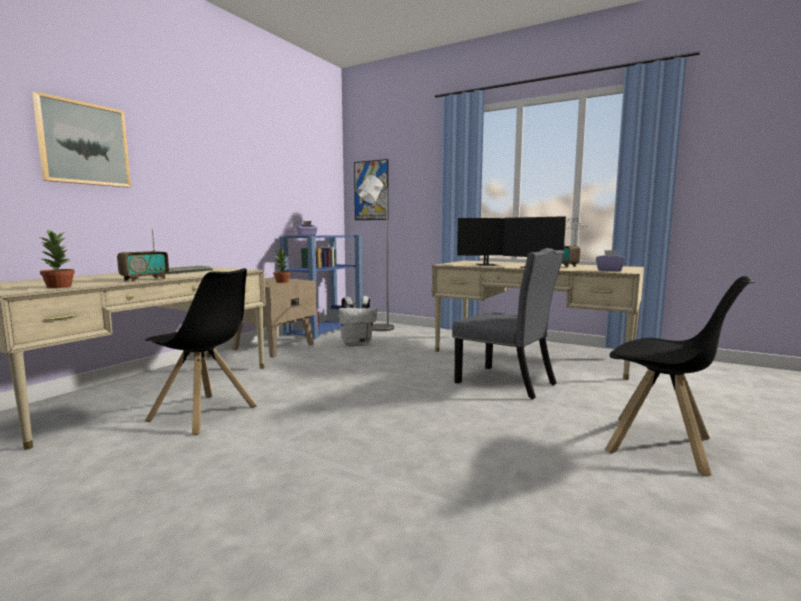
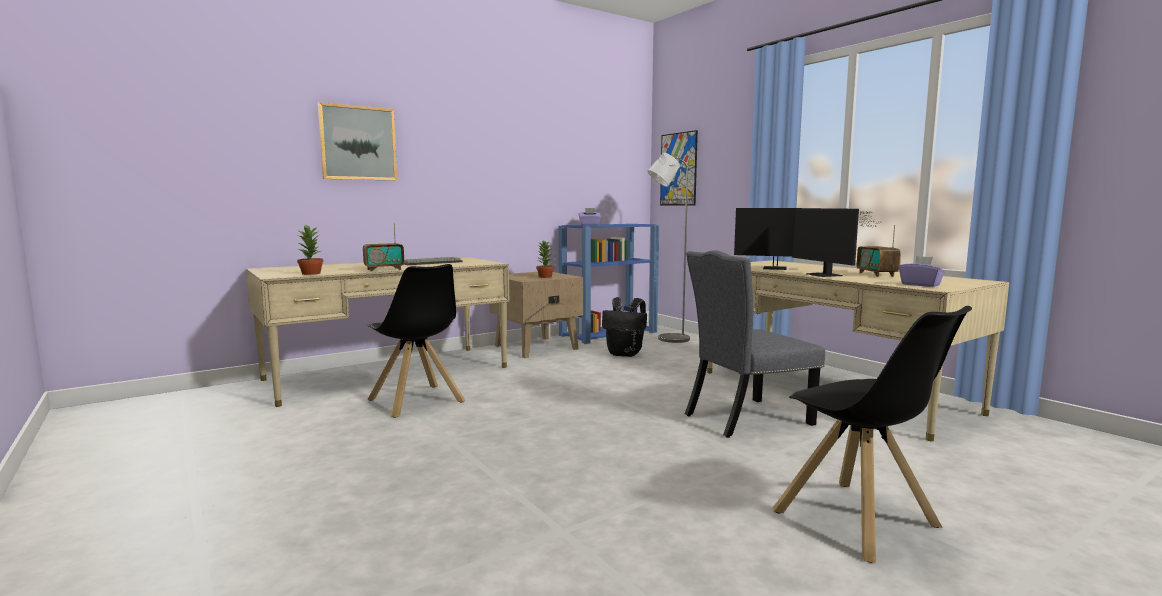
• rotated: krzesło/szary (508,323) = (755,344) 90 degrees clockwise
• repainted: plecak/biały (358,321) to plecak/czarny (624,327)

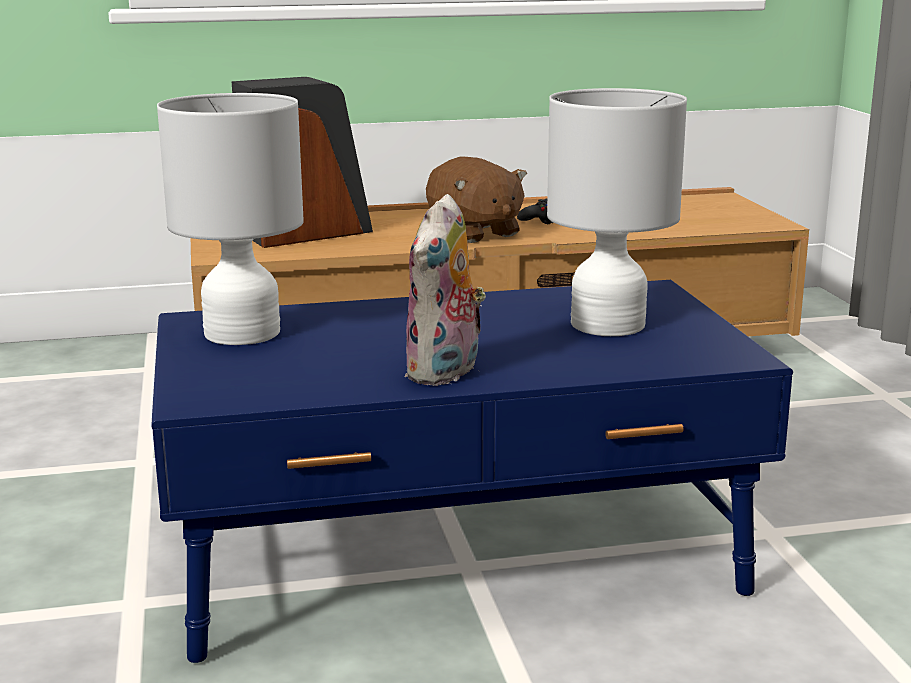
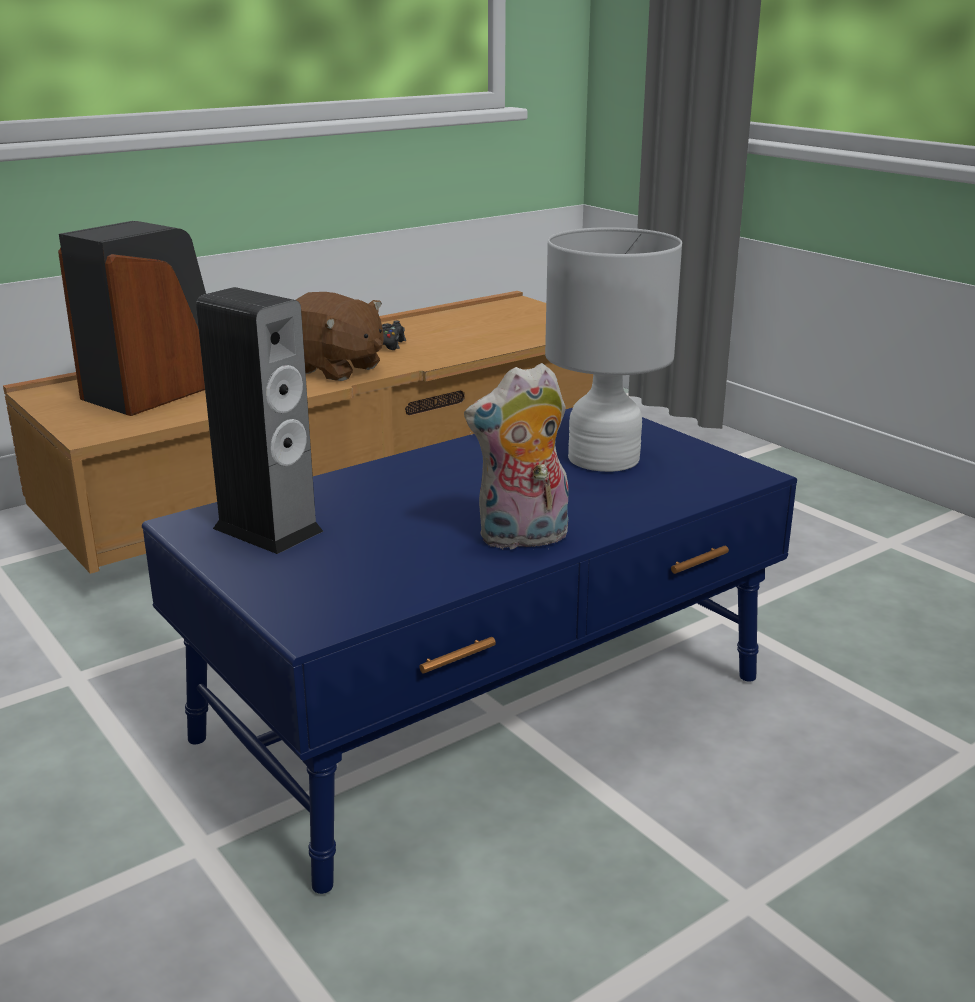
• swapped: lampa stołowa/szary (230,219) to głośnik (259,420)
• rotated: pluszak (445,290) = (516,456) 75 degrees clockwise

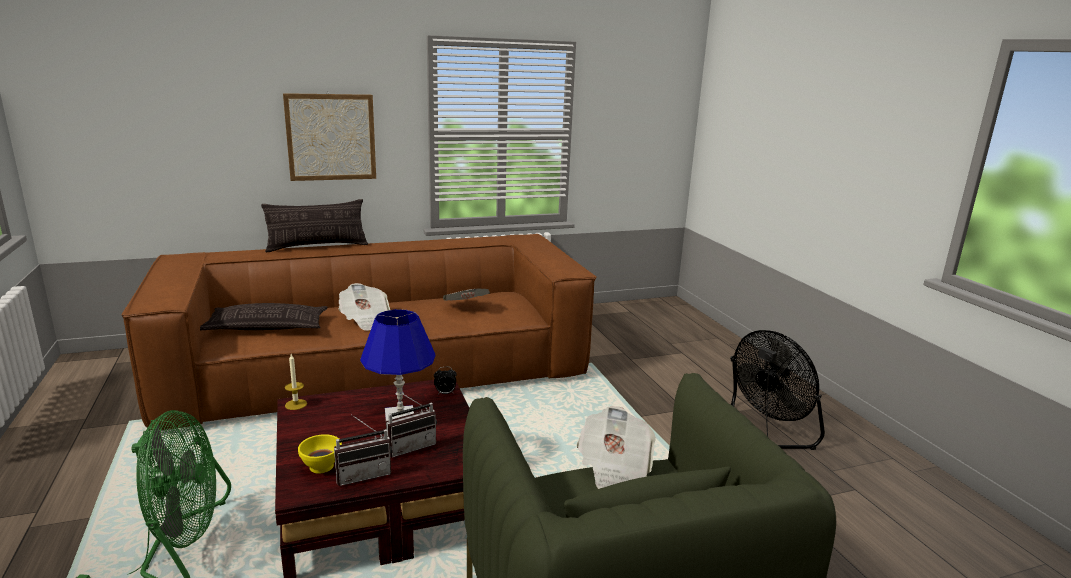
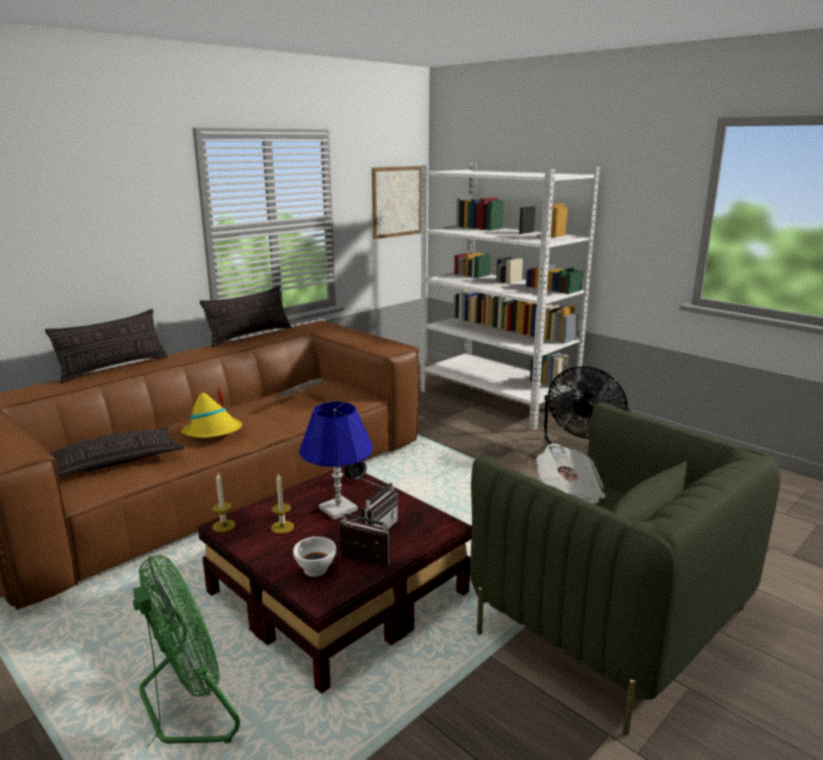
• shifted: obraz (329,136) to (397,202)
• swapped: gazeta (364,307) to kapelusz/żółty (212,412)
• rotated: radio (363,450) = (365,540) 105 degrees counterclockwise
• repainted: miska/żółty (320,453) to miska/biały (314,557)
• new: regał/biały (510,296)
• new: poduszka (246,316)
• new: świeca (282,503)

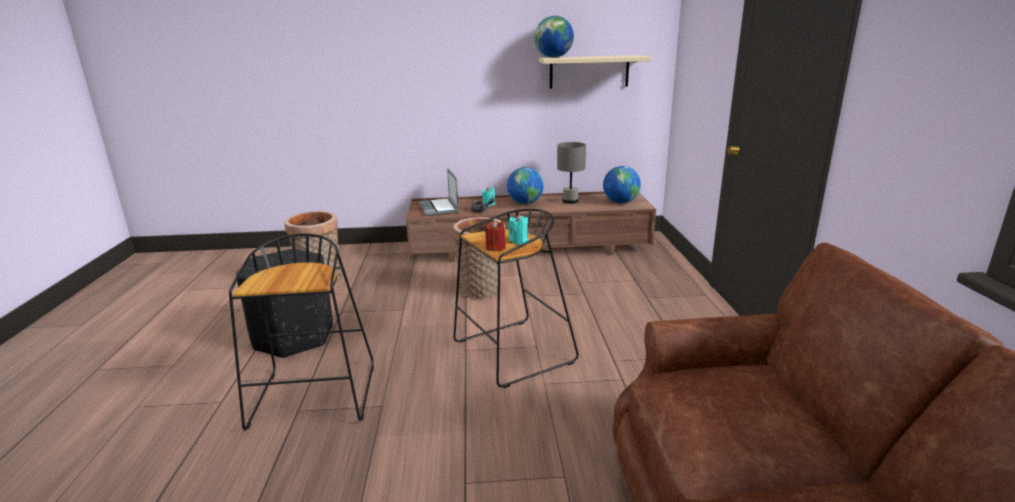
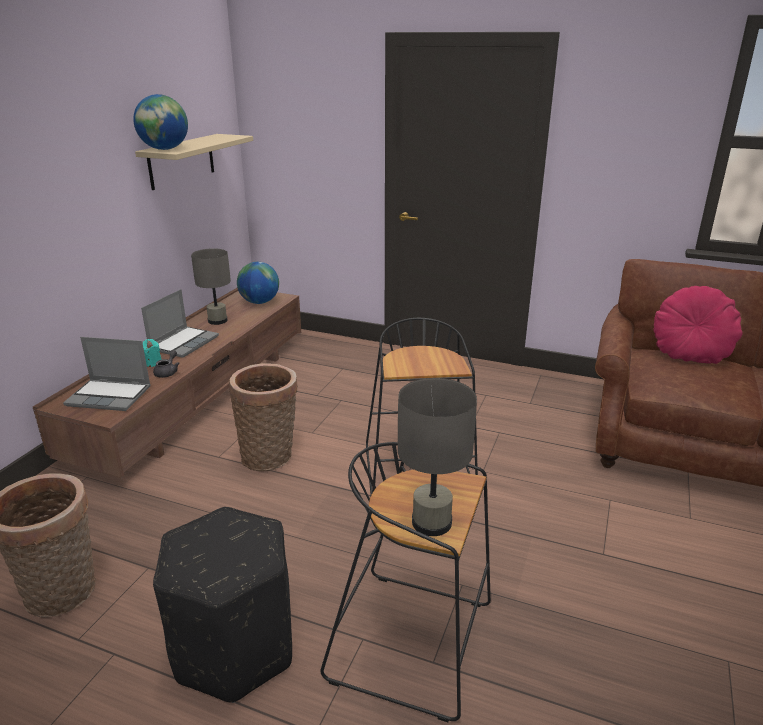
• swapped: globus (525,185) to laptop (180,323)
• gone: świeca/turkusowy (518,229)
• gone: świeca/czerwony (495,235)
• new: poduszka/różowy (698,325)
• new: lampa stołowa/szary (437,457)

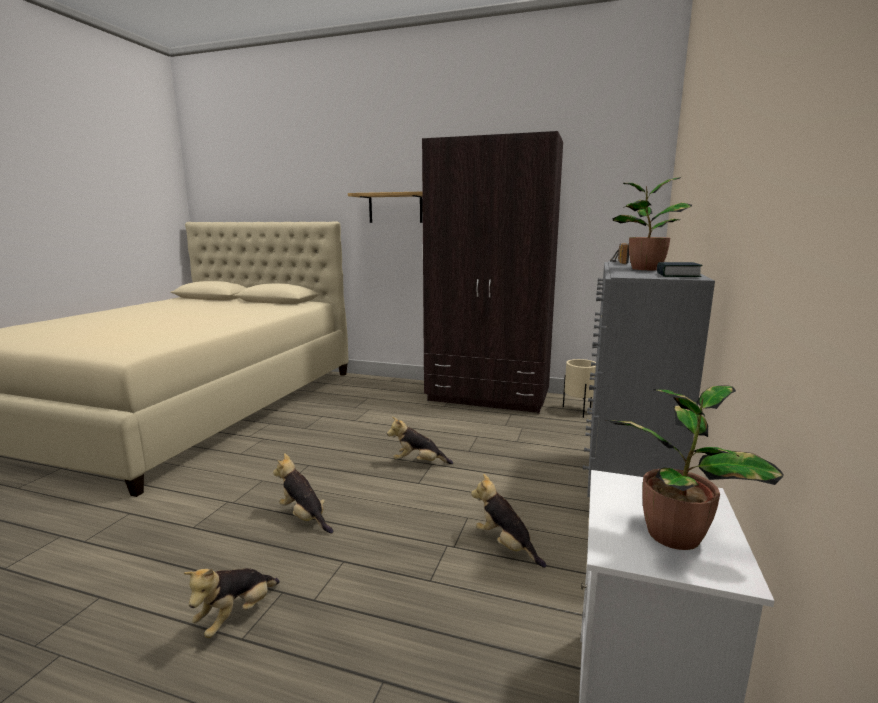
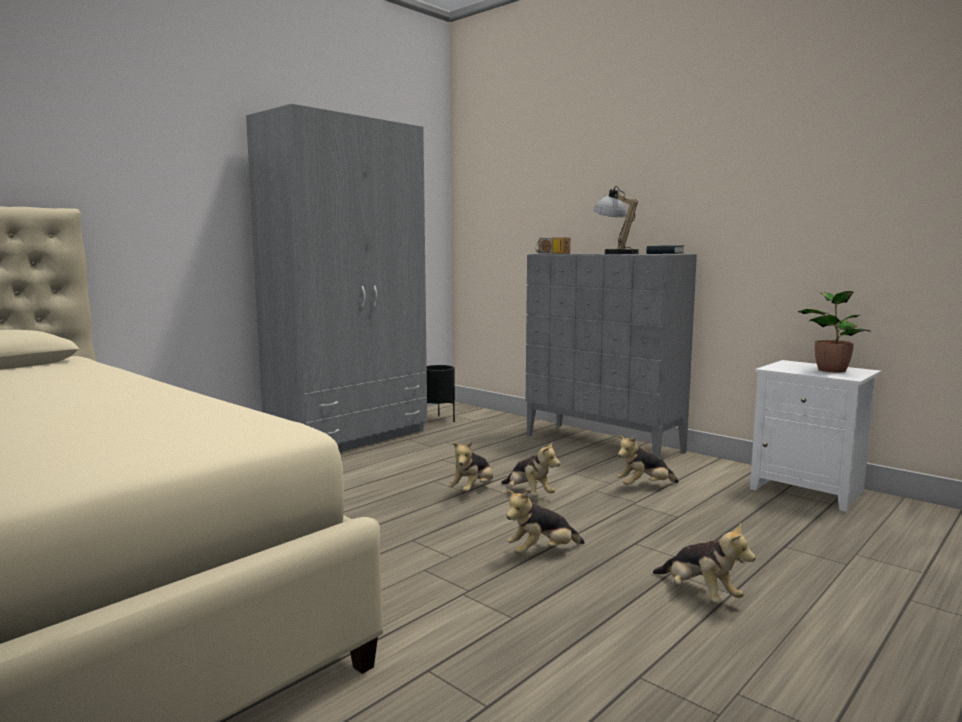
• repainted: szafa/brązowy (492,272) to szafa/szary (336,278)
• swapped: roślina doniczkowa (652,223) to lampa stołowa (616,220)
• gone: półka (385,207)
• repainted: donica/beżowy (579,388) to donica/czarny (441,393)
• new: pluszak (530,469)

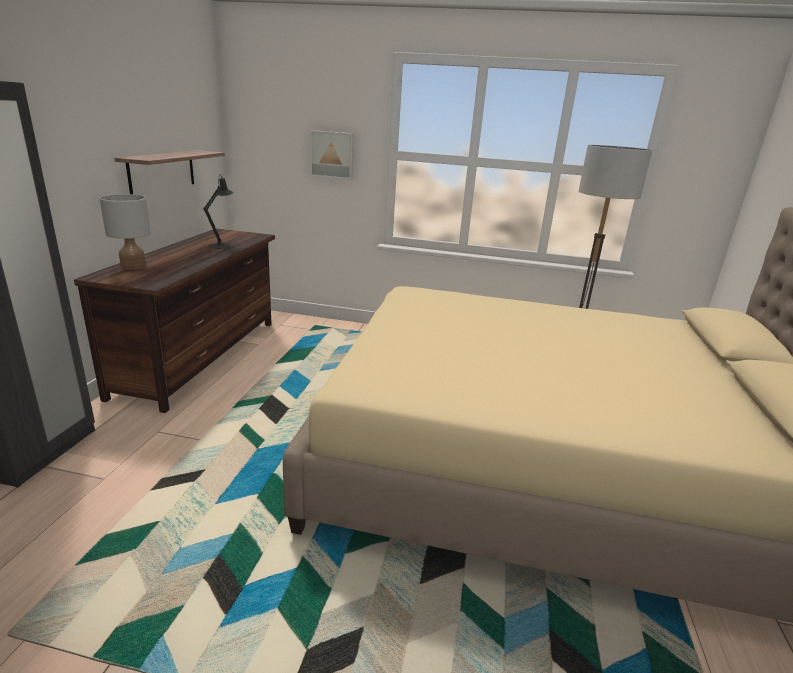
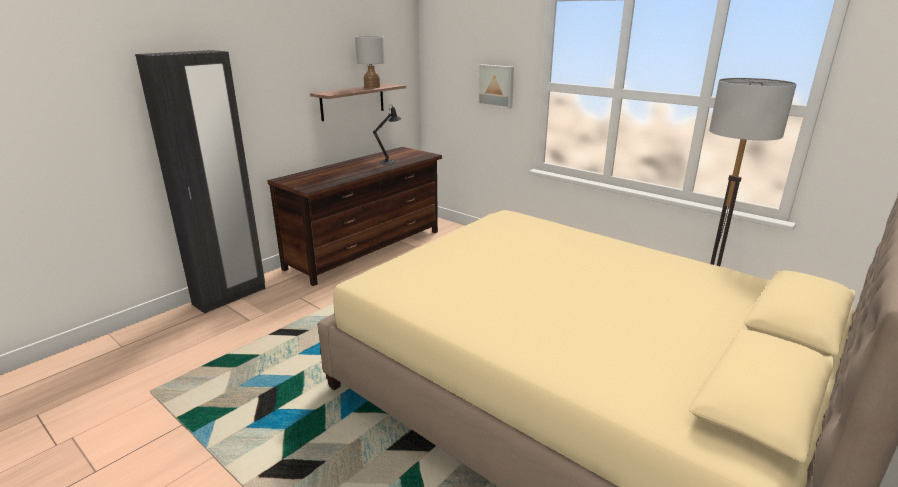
• shifted: lampa stołowa/szary (125,232) to (370,62)

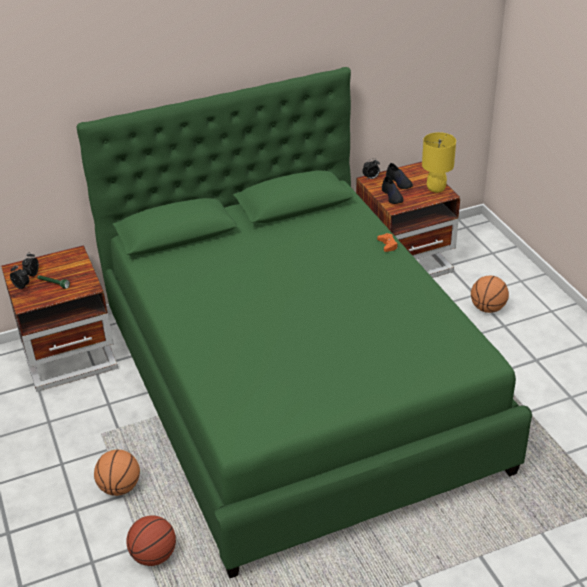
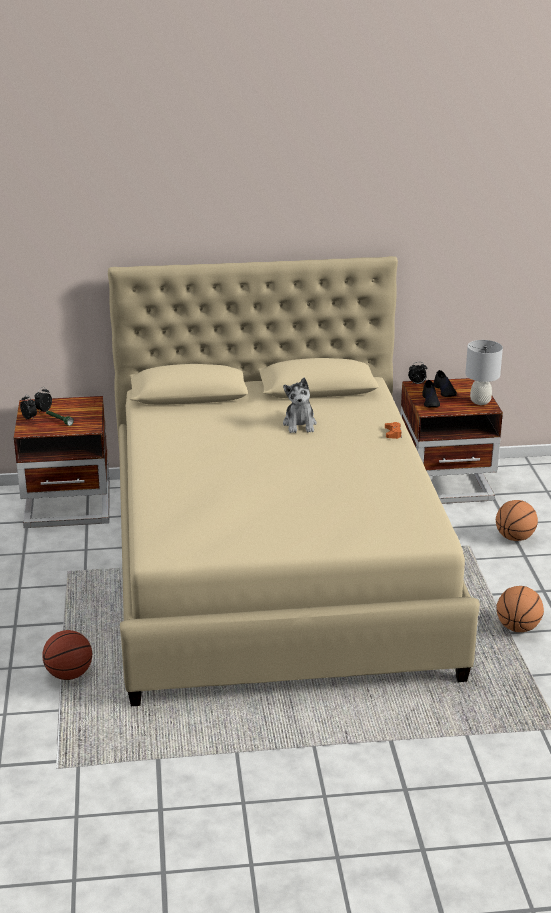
• repainted: łóżko/zielony (304,322) to łóżko/beżowy (294,481)
• repainted: lampa stołowa/żółty (439,162) to lampa stołowa/szary (484,372)
• shifted: piłka do koszykówki (117,472) to (520,609)
• new: pluszak (300,405)

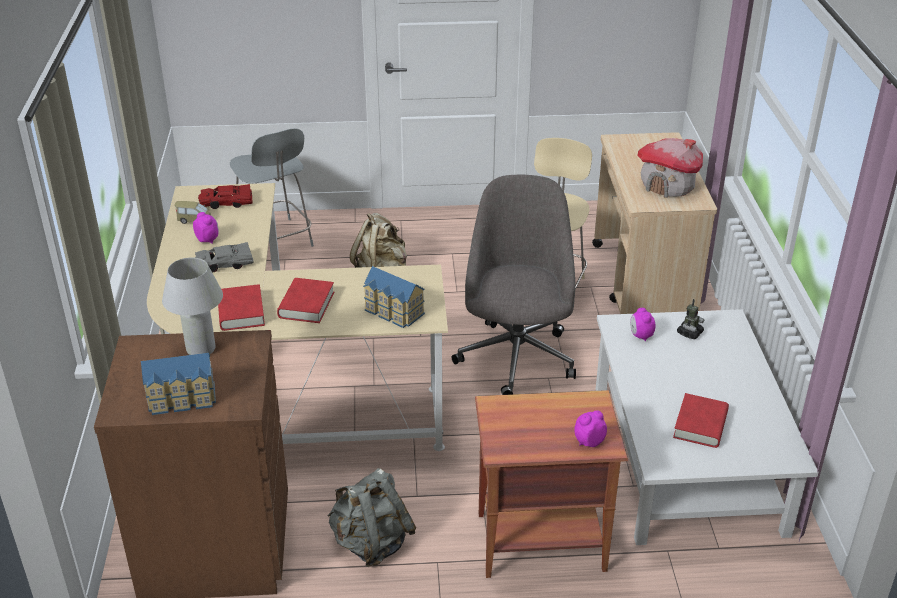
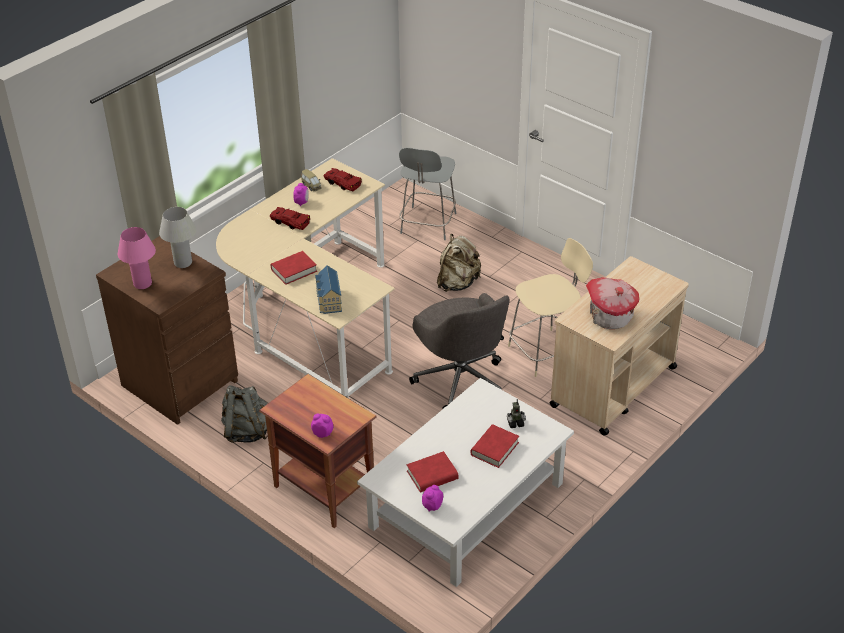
• rotated: krzesło biurowe/szary (513,285) = (459,351) 105 degrees clockwise
• repainted: samochodzik/szary (224,257) to samochodzik/czerwony (290,218)
• shifted: książka/czerwony (241,307) to (495,446)
• shifted: budzik (642,324) to (432,498)
• swapped: domek (178,384) to lampa stołowa/różowy (137,258)

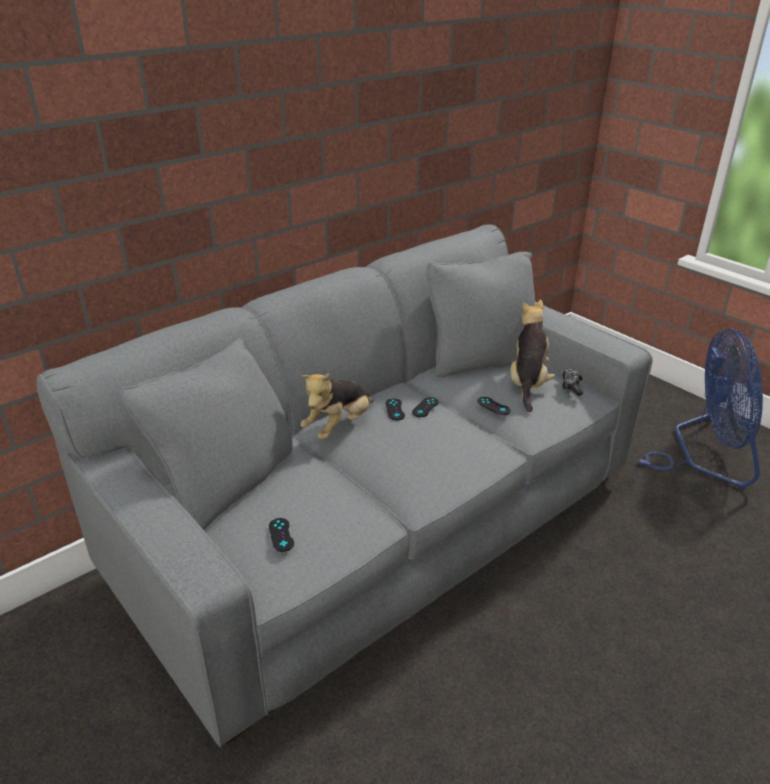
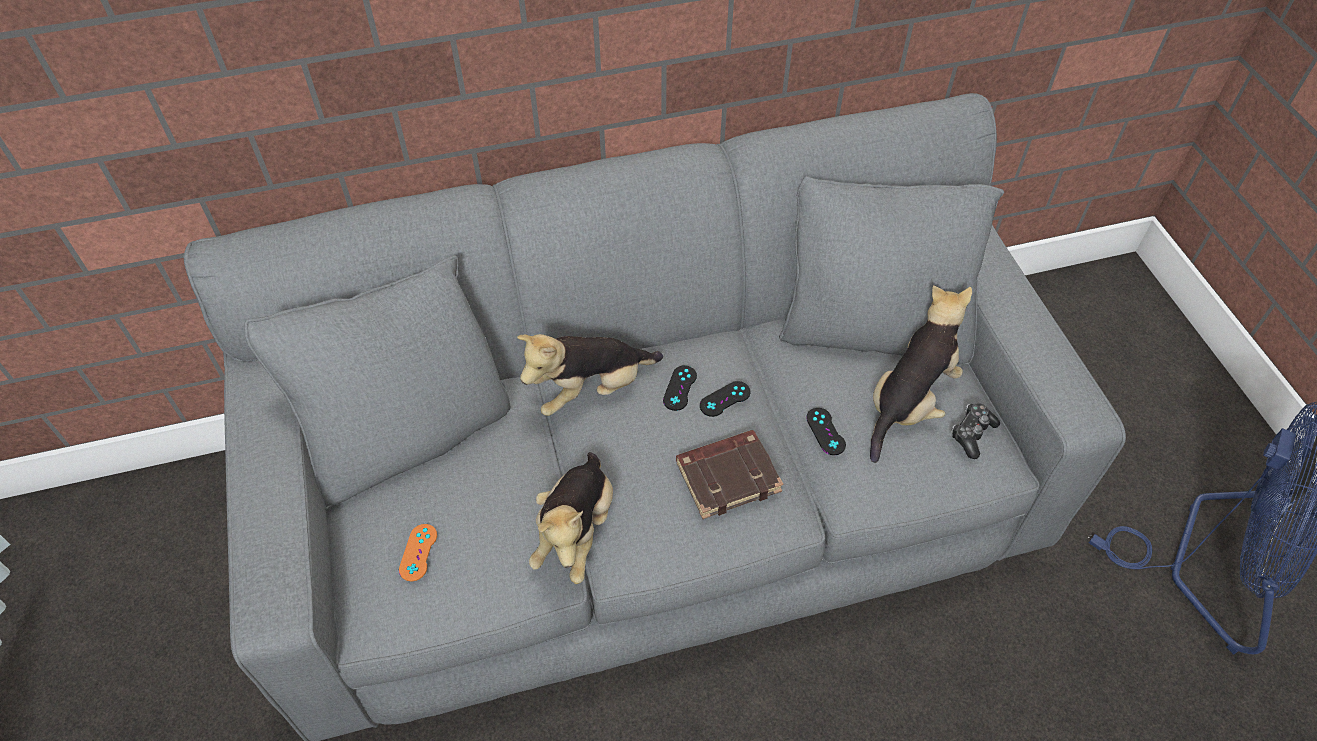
• repainted: pad do gier/czarny (281,535) to pad do gier/pomarańczowy (418,552)
• new: książka/brązowy (730,474)
• new: pluszak (571,518)

